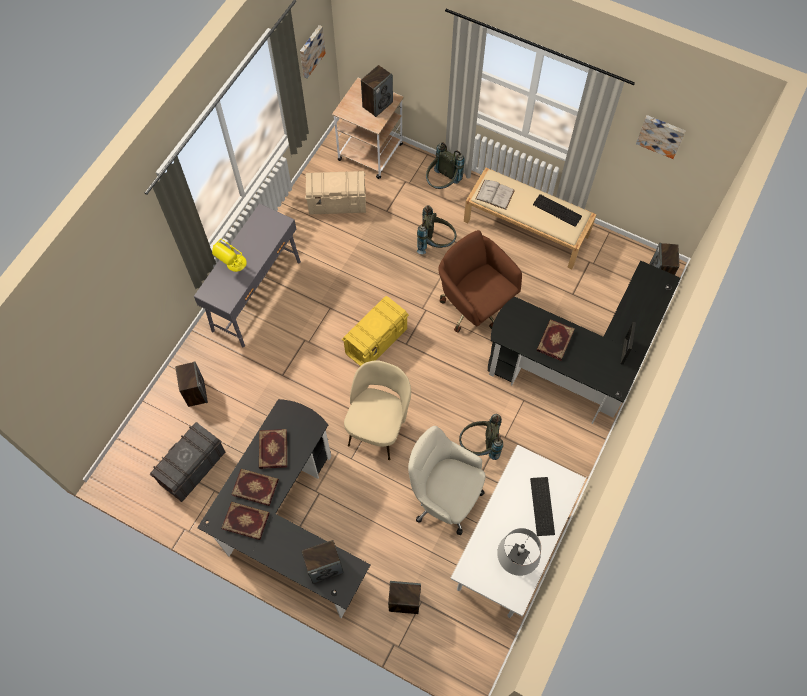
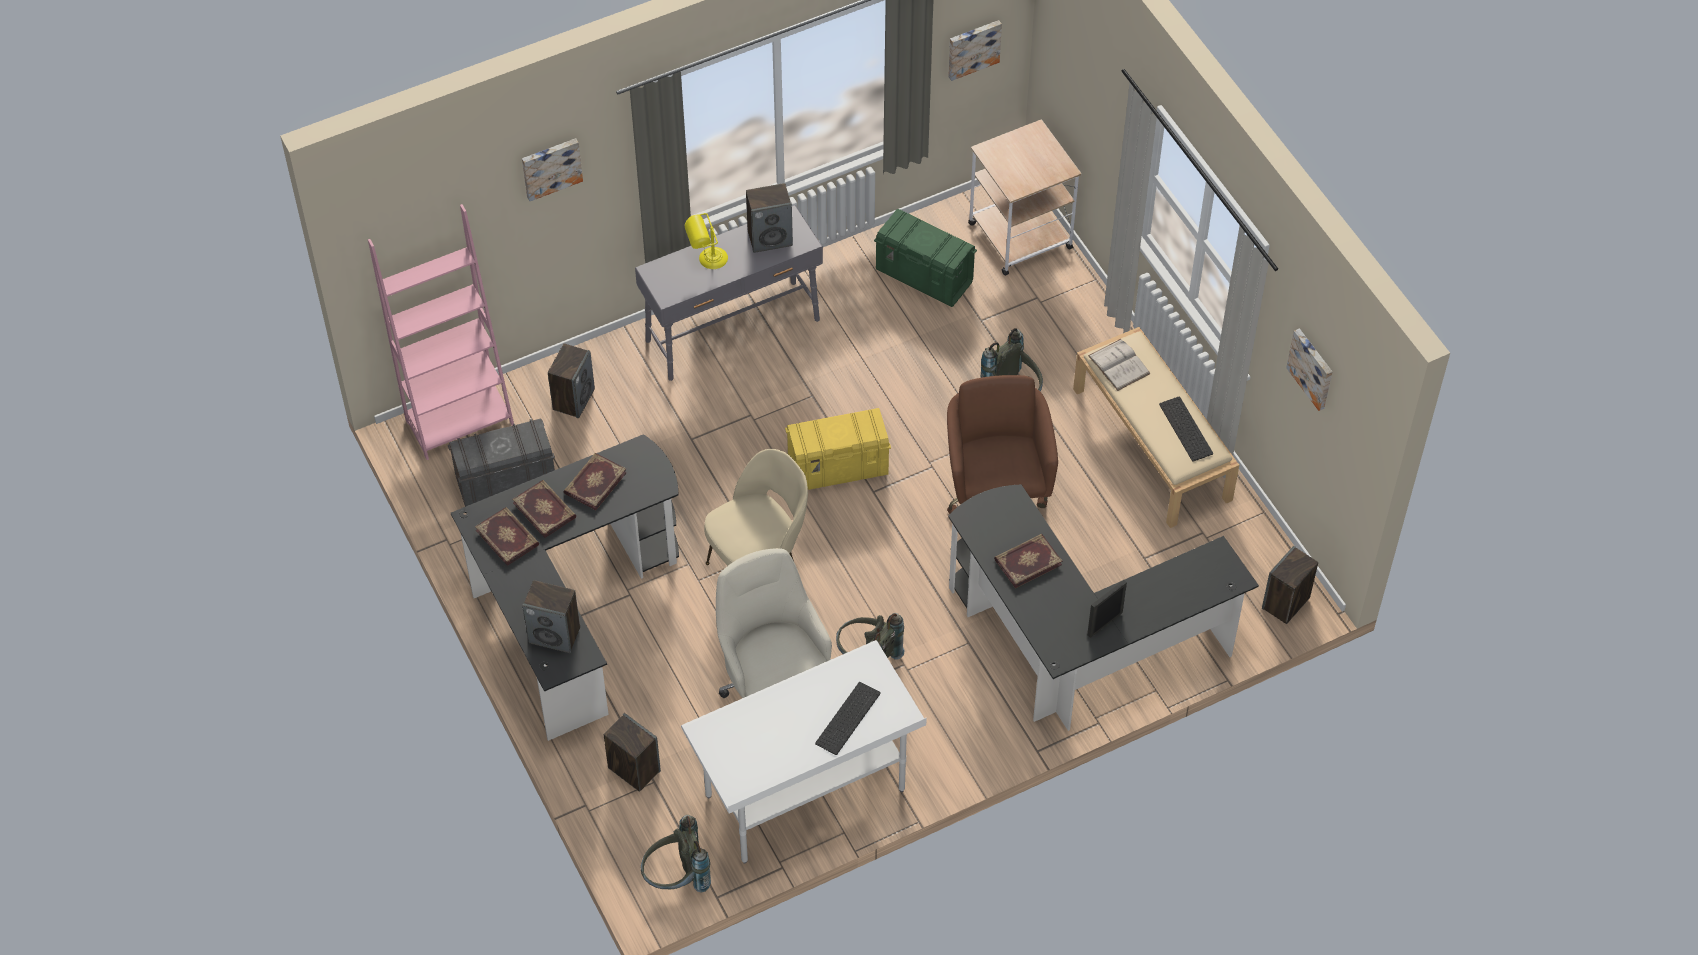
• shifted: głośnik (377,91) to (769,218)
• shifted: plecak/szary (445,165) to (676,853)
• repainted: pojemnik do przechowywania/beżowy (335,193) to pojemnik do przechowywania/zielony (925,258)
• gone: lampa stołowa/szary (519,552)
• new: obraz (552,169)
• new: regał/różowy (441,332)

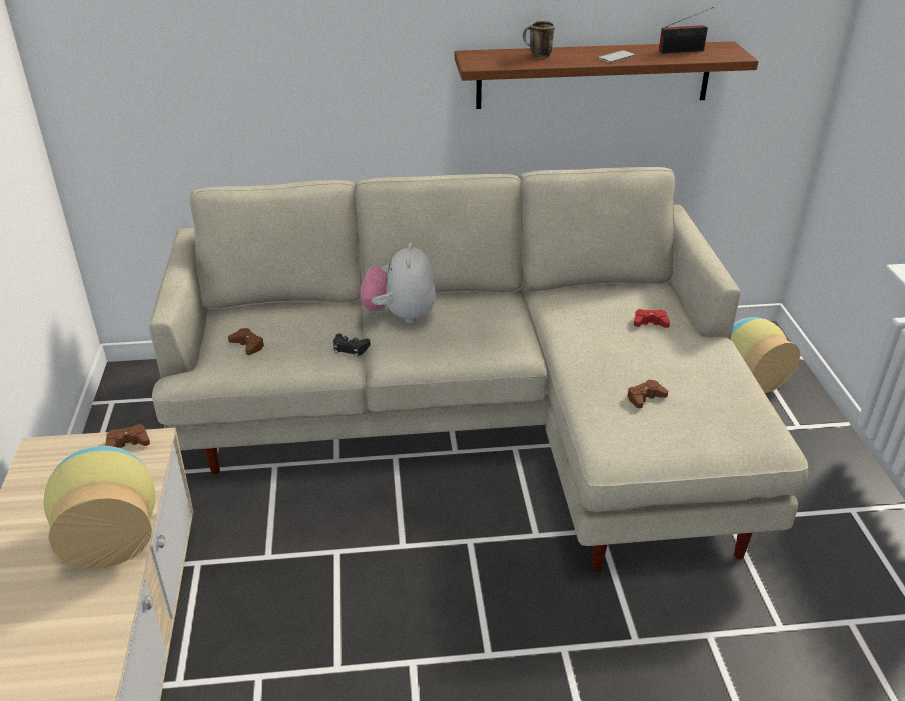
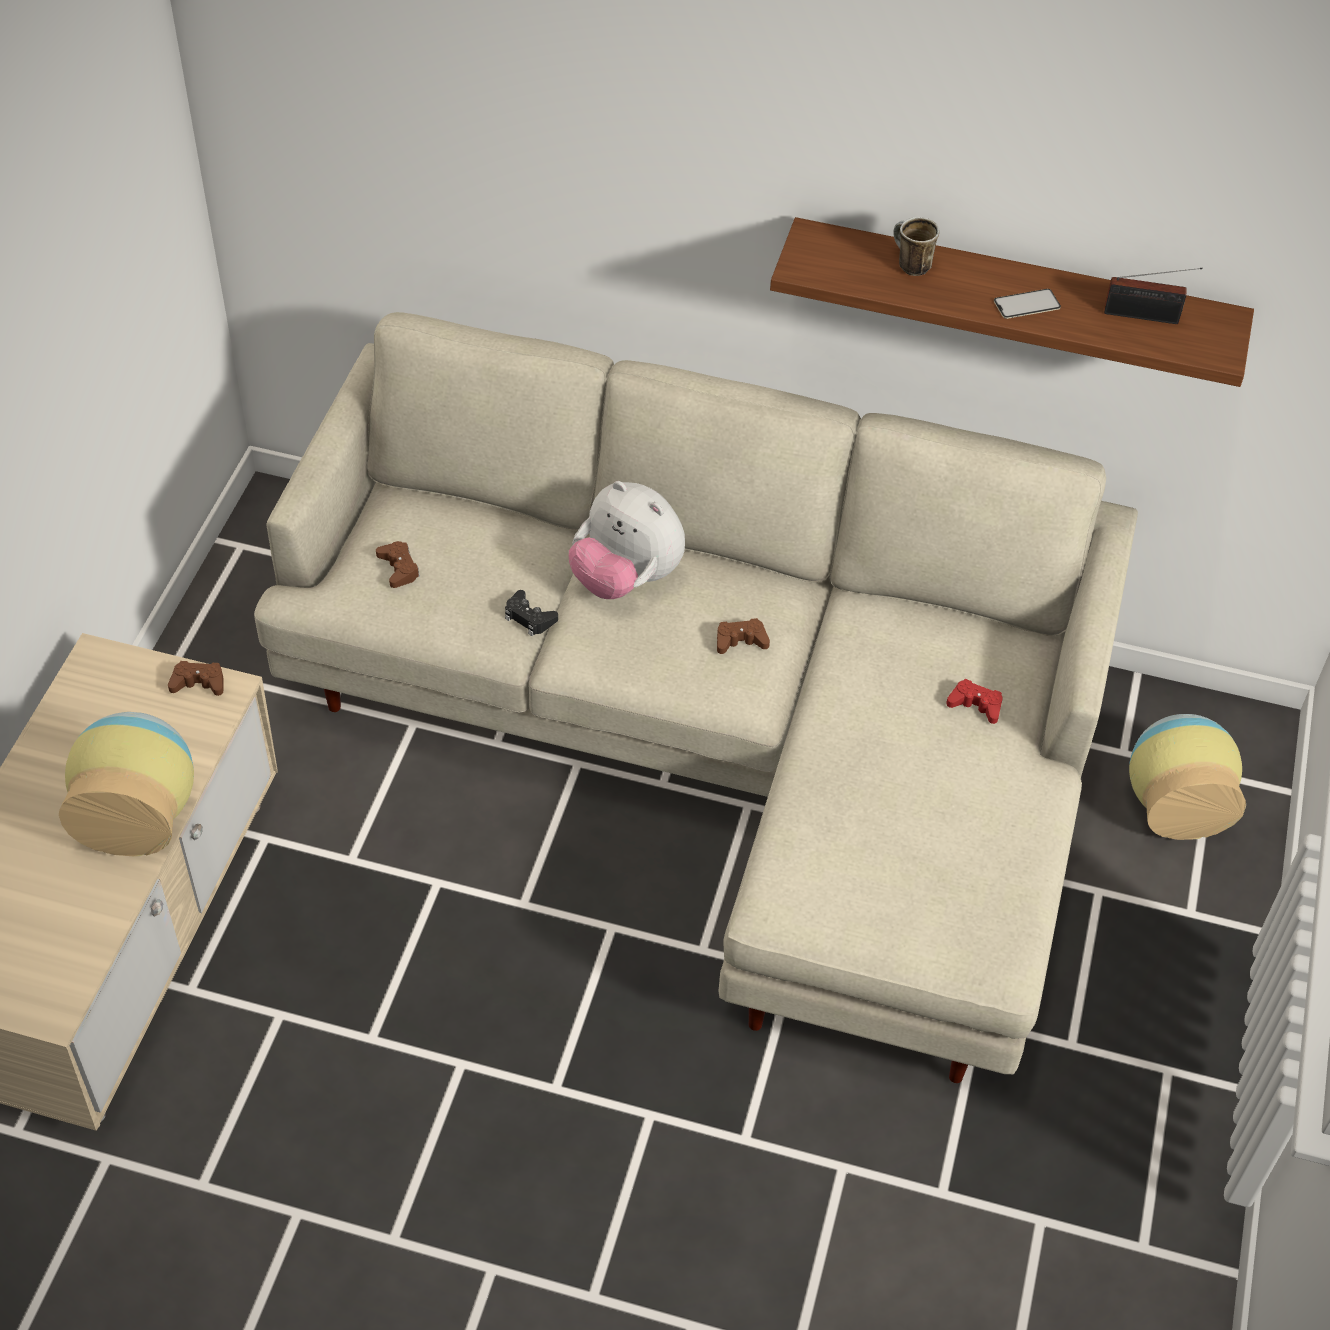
• rotated: pluszak (398,283) = (627,540) 75 degrees counterclockwise
• shifted: pad do gier/brązowy (647,393) to (743,636)

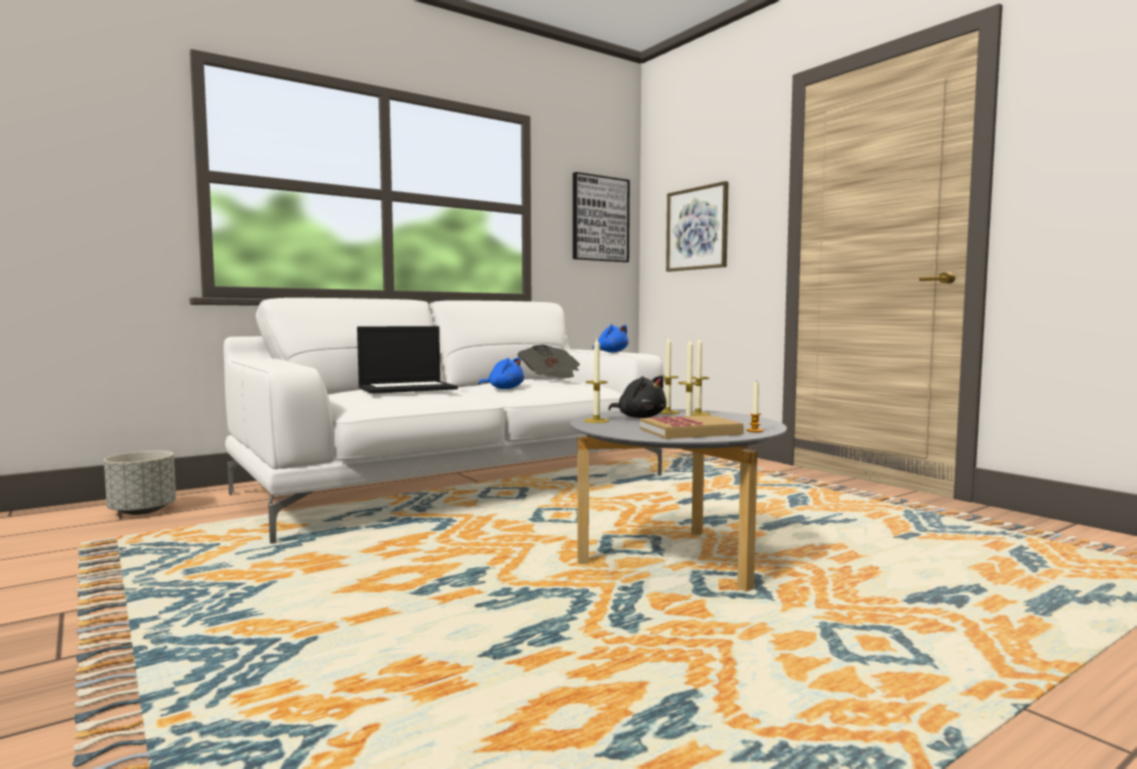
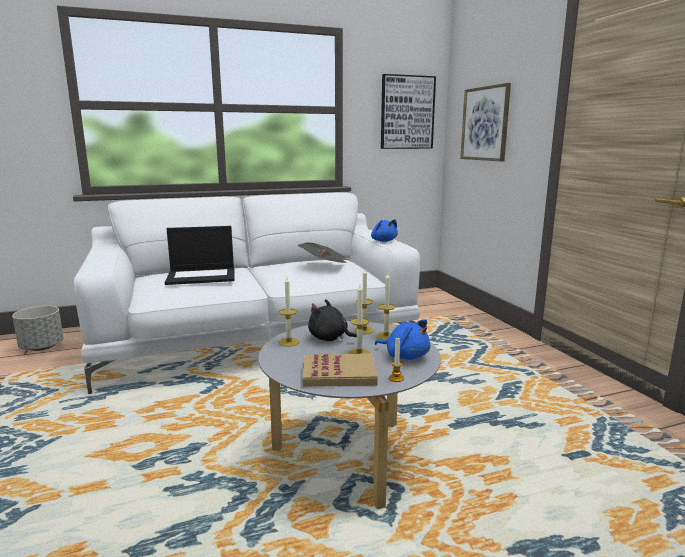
• shifted: pluszak/niebieski (501,373) to (402,339)
• rotated: pluszak/czarny (637,397) = (332,320) 150 degrees clockwise

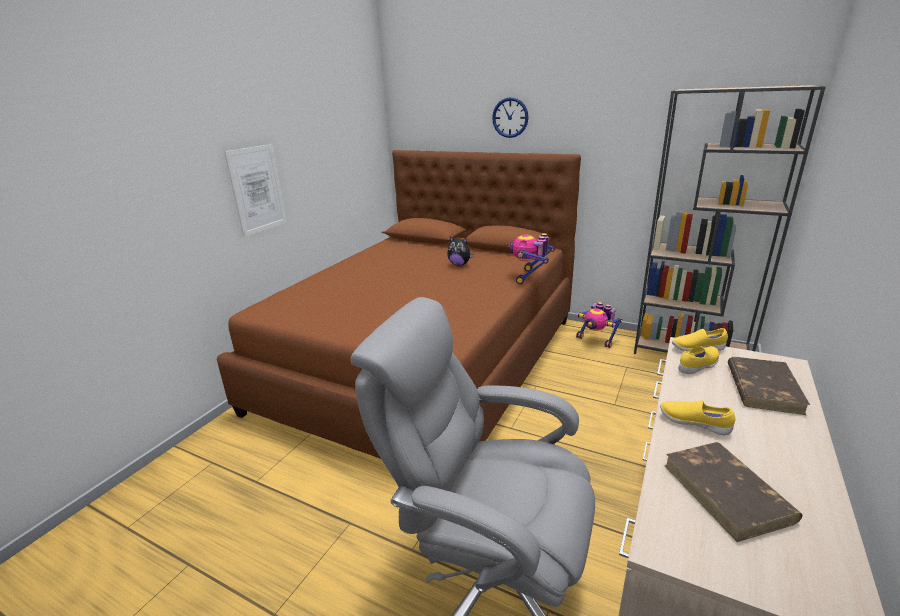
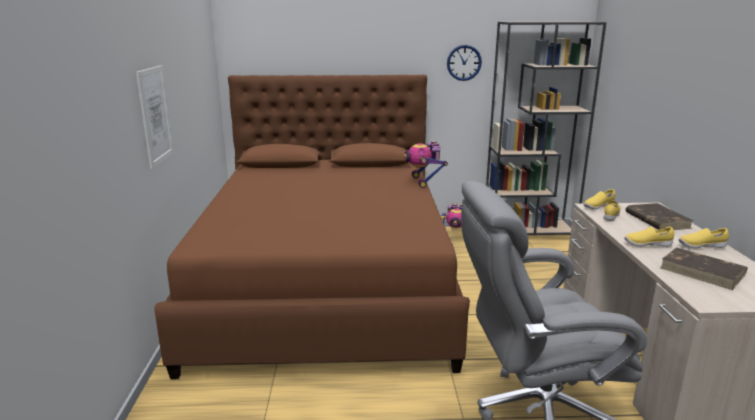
• shifted: zegar ścienny (510,117) to (464,63)
• gone: pluszak (460,251)
• new: but/żółty (704,238)

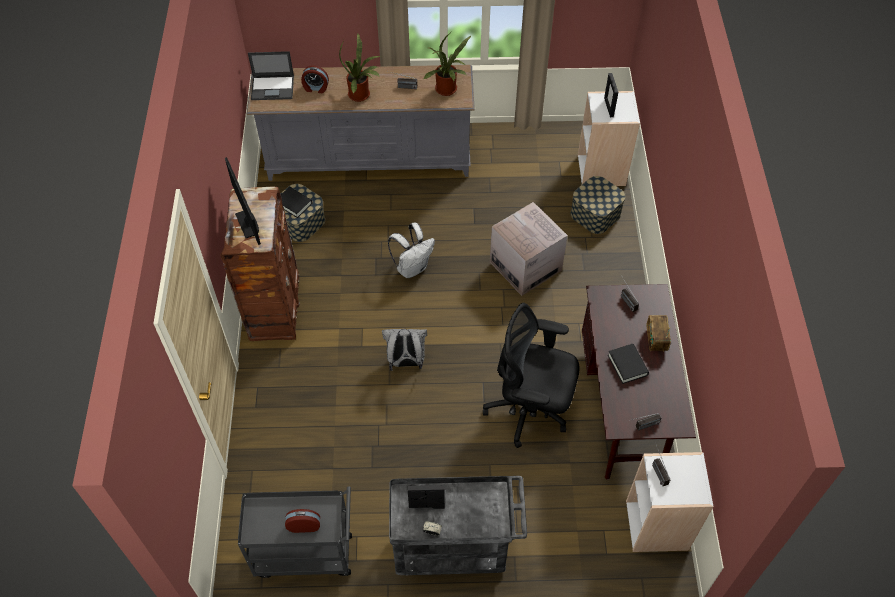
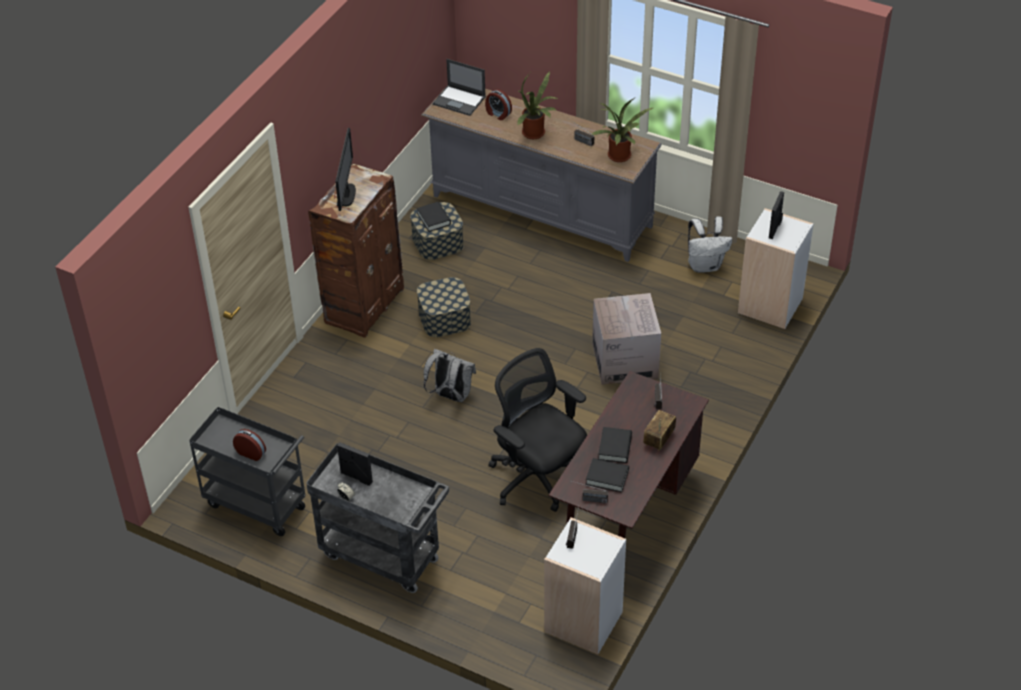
• shifted: pojemnik do przechowywania (597,205) to (444,307)
• shifted: plecak/biały (411,250) to (710,244)
• new: książka/czarny (607,475)

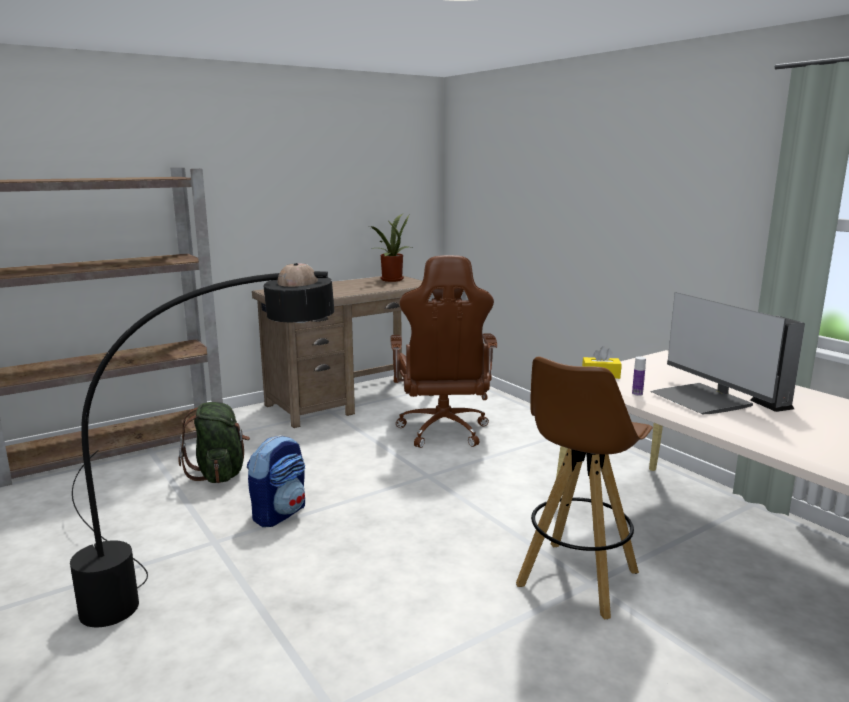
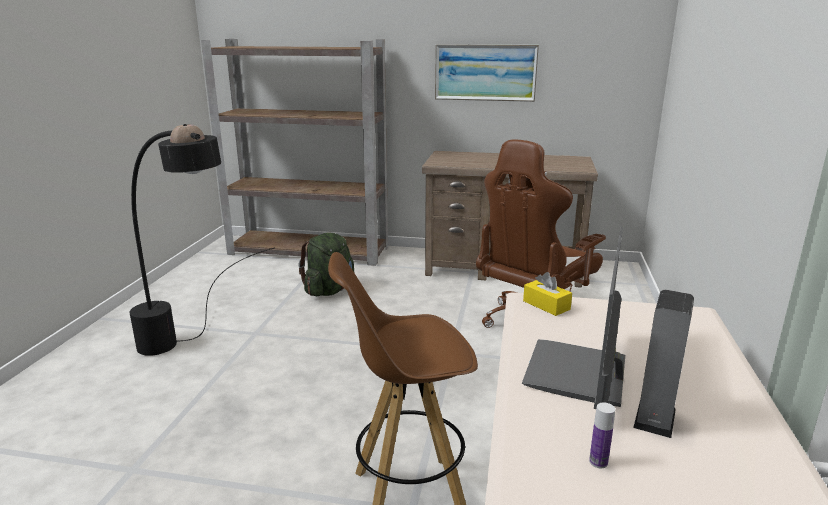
• gone: roślina doniczkowa (391,247)
• shifted: butelka (639,376) to (602,435)
• gone: plecak (276,481)
• new: obraz (487,73)

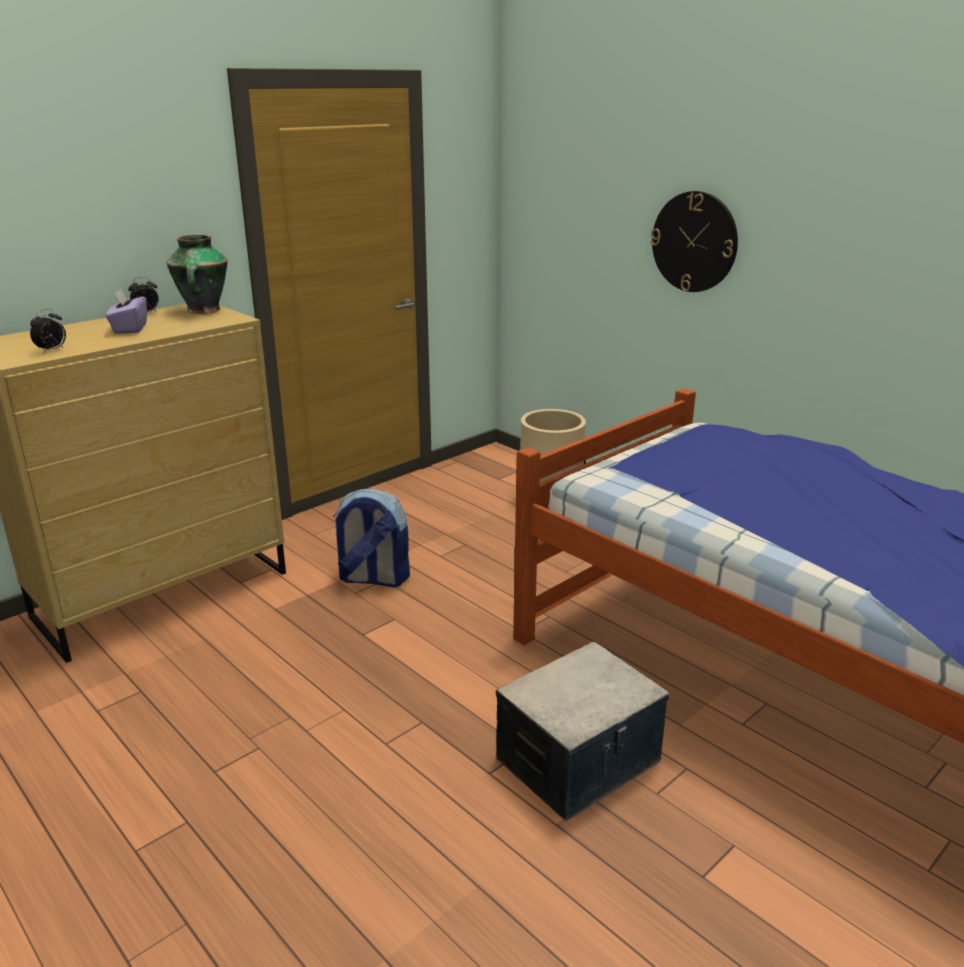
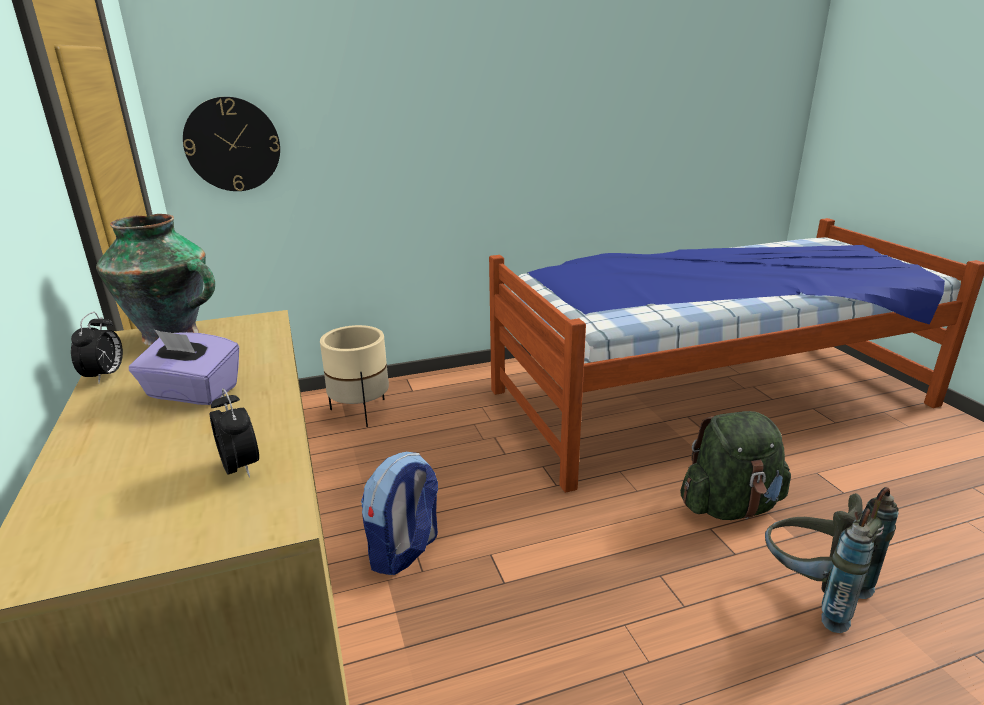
• shifted: zegar ścienny (694,241) to (231,144)
• swapped: pojemnik do przechowywania (582,731) to plecak/zielony (735,465)
• new: plecak/szary (831,560)

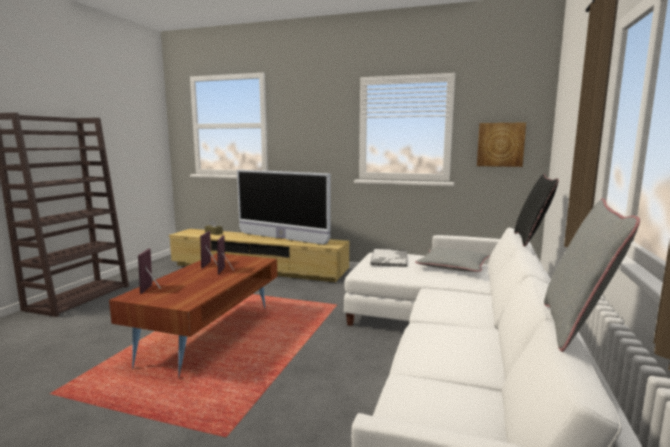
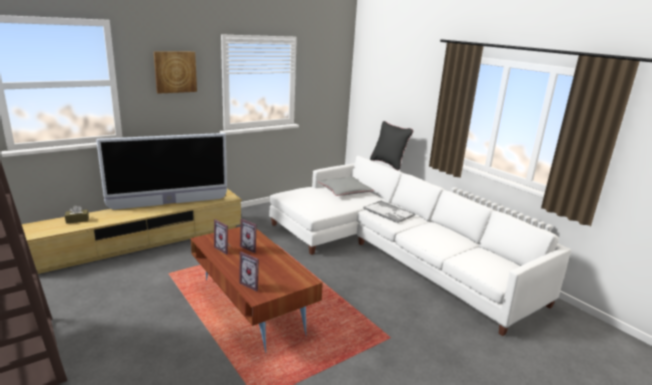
• shifted: obraz (501,144) to (175,72)
• gone: poduszka/szary (592,275)
• shifted: taca (389,258) to (389,212)

